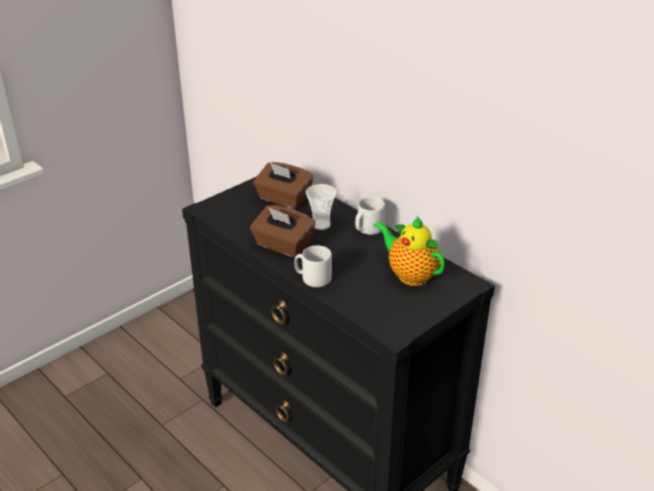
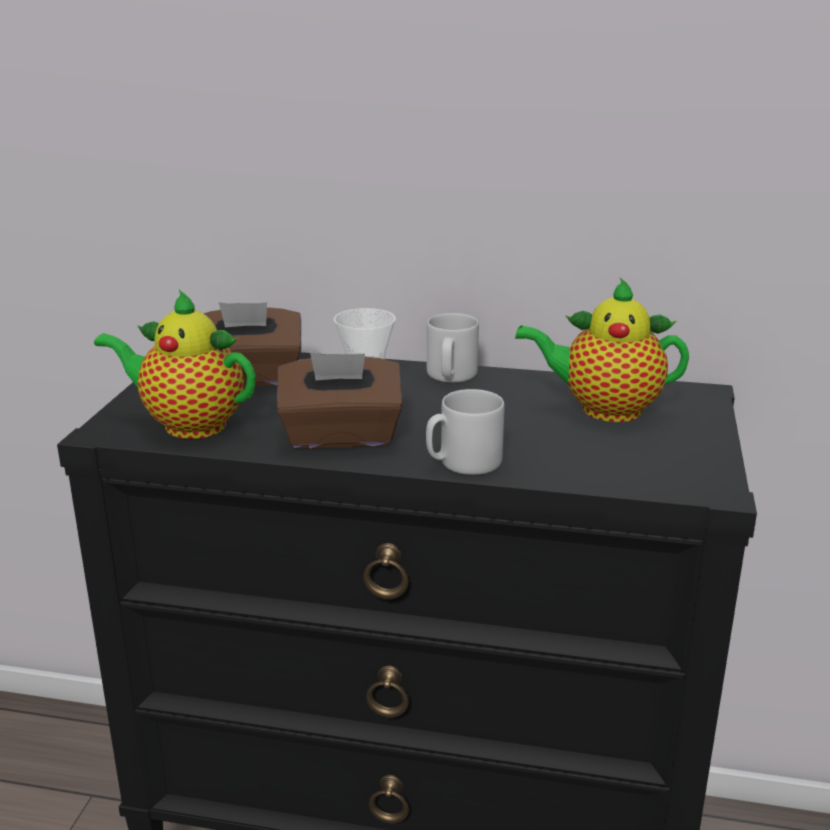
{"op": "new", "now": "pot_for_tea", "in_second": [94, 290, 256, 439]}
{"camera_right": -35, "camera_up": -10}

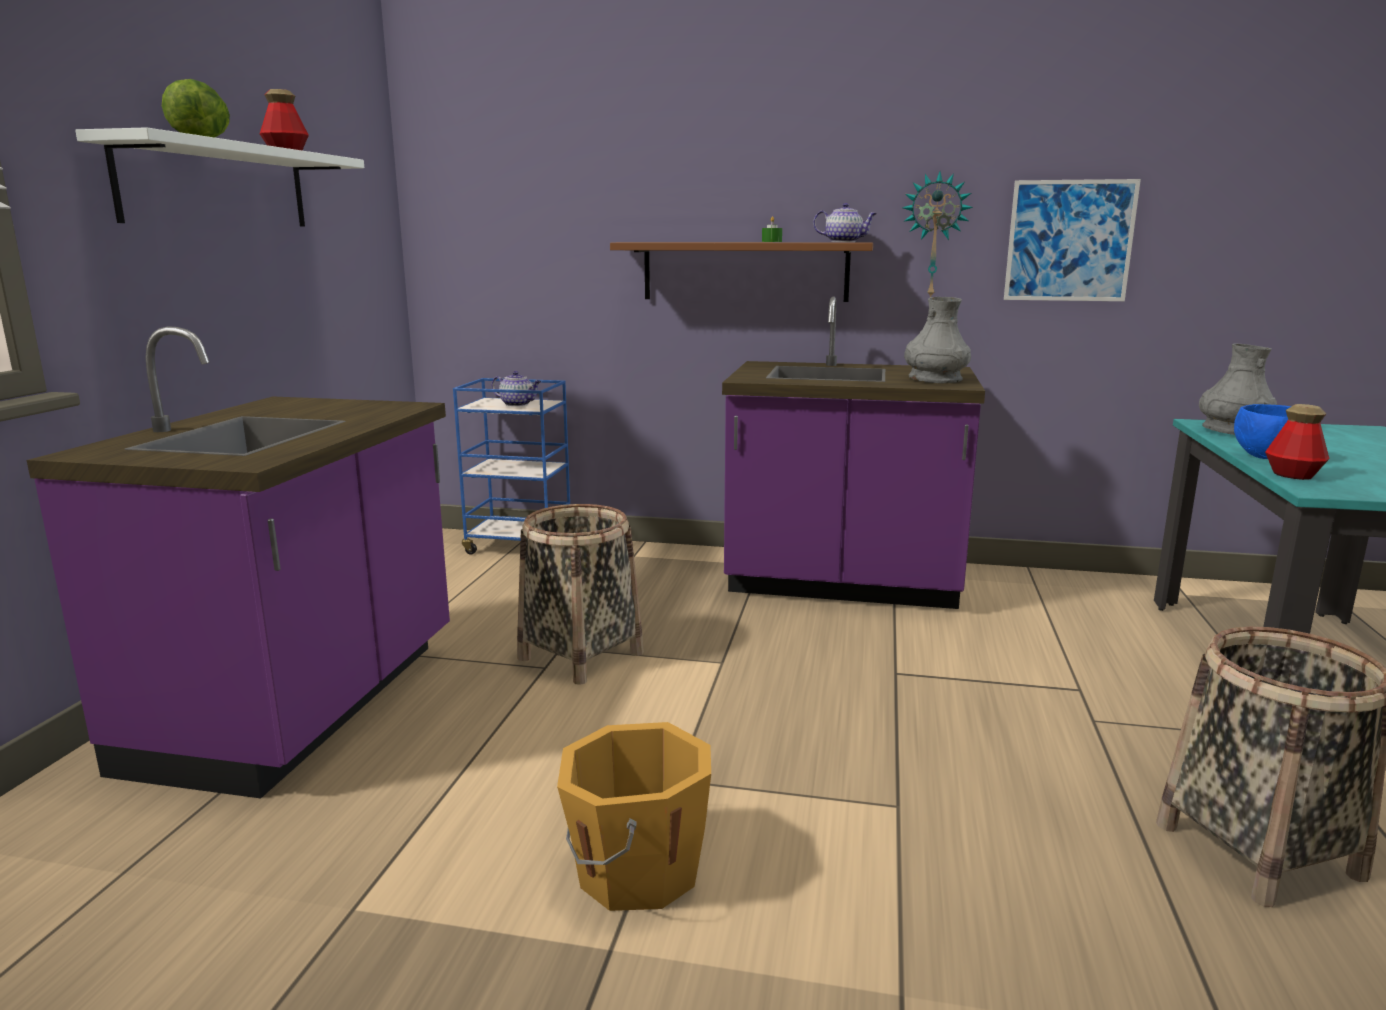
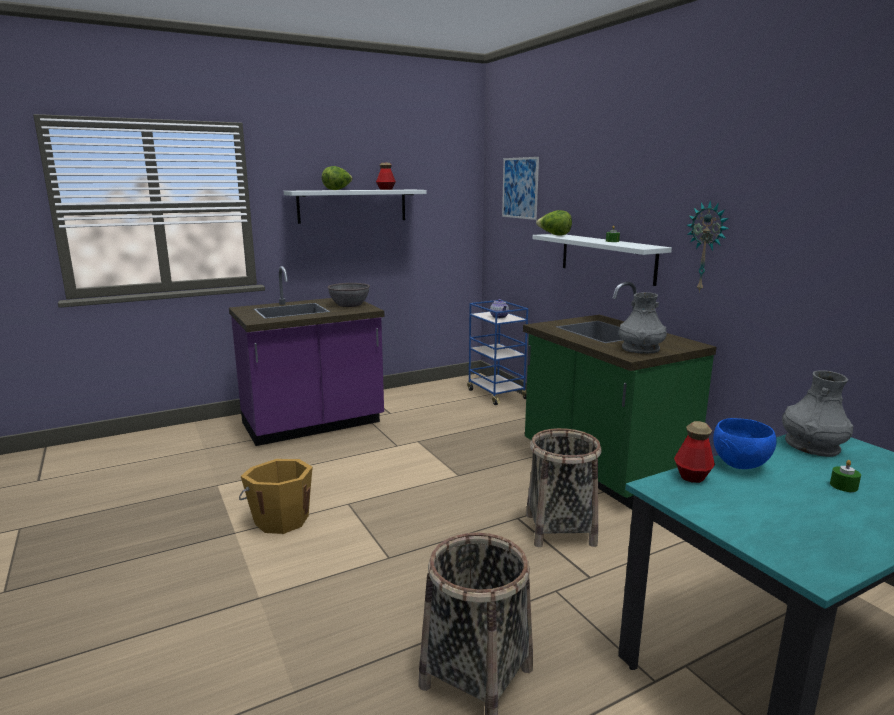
{"op": "gone", "was": "pot_for_tea", "in_first": [813, 203, 877, 242]}
{"op": "new", "now": "grey_serving_bowl", "in_second": [327, 283, 370, 307]}
{"op": "new", "now": "head_of_lettuce", "in_second": [536, 210, 572, 236]}
{"op": "new", "now": "green-coloured_wax_light", "in_second": [830, 460, 861, 492]}
{"op": "shifted", "was": "storage_basket", "in_first": [517, 504, 644, 685], "in_second": [526, 428, 602, 547]}
{"op": "shifted", "was": "picture", "in_first": [1004, 179, 1141, 301], "in_second": [502, 157, 539, 220]}
{"op": "repainted", "was": "brown-coloured_wall_shelf", "now": "white_wall_shelf", "in_first": [610, 242, 873, 302], "in_second": [532, 234, 672, 286]}
{"op": "repainted", "was": "purplish_kitchen_counter", "now": "green-coloured_kitchen_counter", "in_first": [722, 296, 985, 609], "in_second": [523, 282, 716, 509]}
{"camera_right": 50, "camera_up": 0}

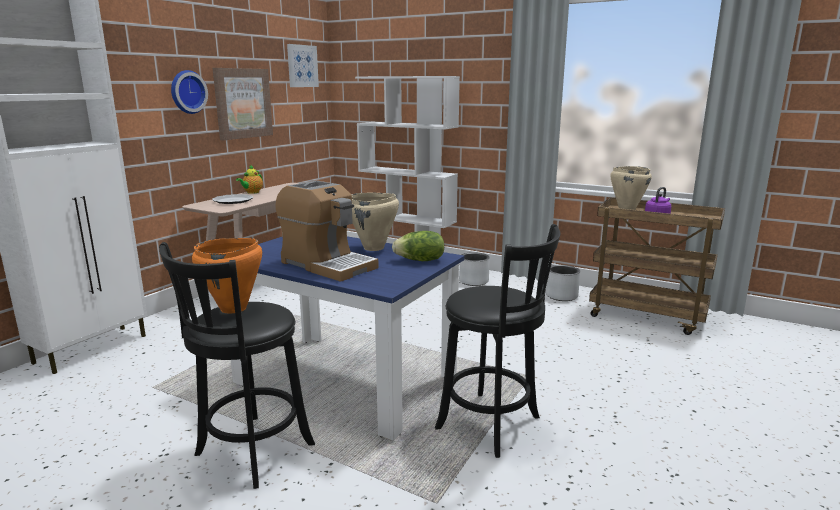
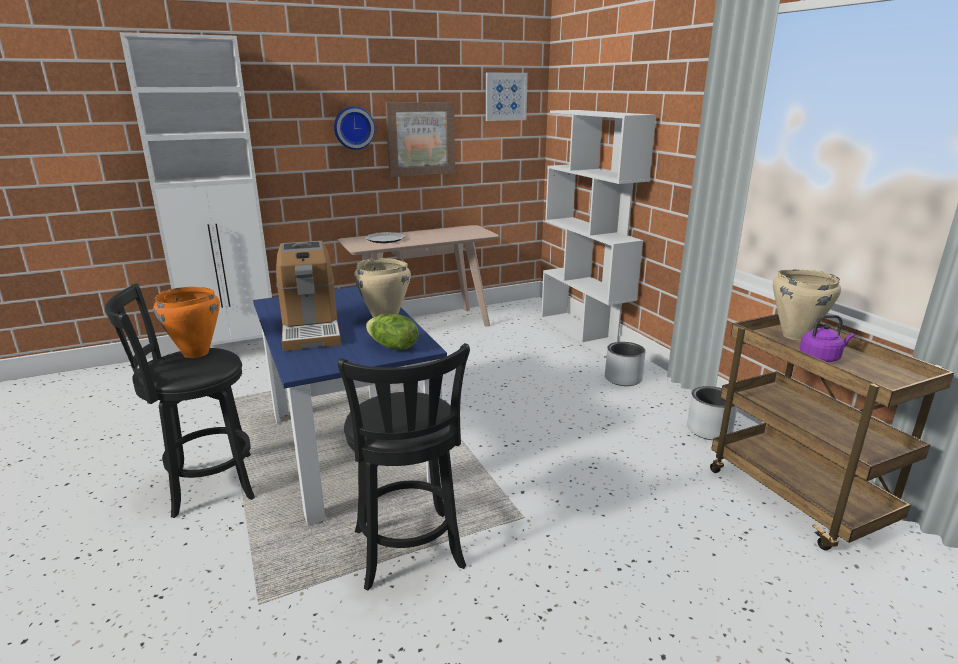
{"op": "gone", "was": "pot_for_tea", "in_first": [236, 165, 263, 194]}
{"camera_right": 35, "camera_up": 5}

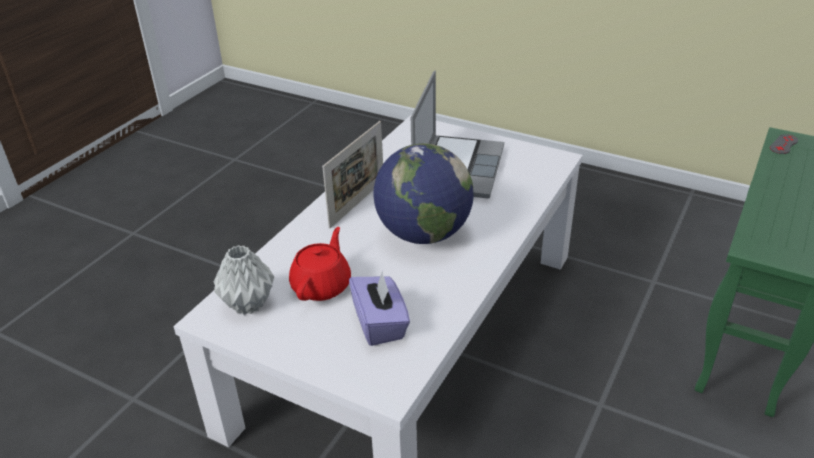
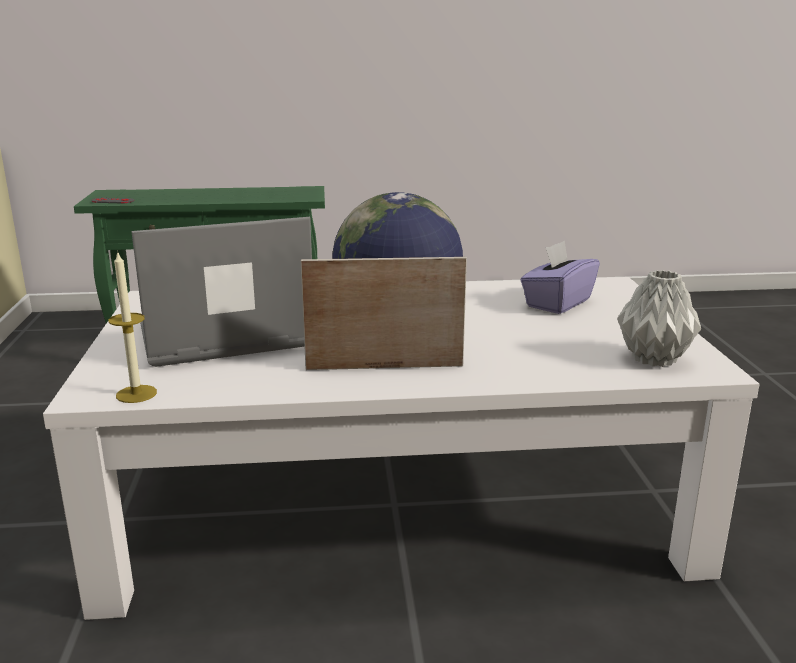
{"op": "gone", "was": "red_pot_for_tea", "in_first": [289, 227, 351, 301]}
{"op": "new", "now": "wax_light", "in_second": [108, 250, 157, 403]}
{"camera_right": -125, "camera_up": -15}

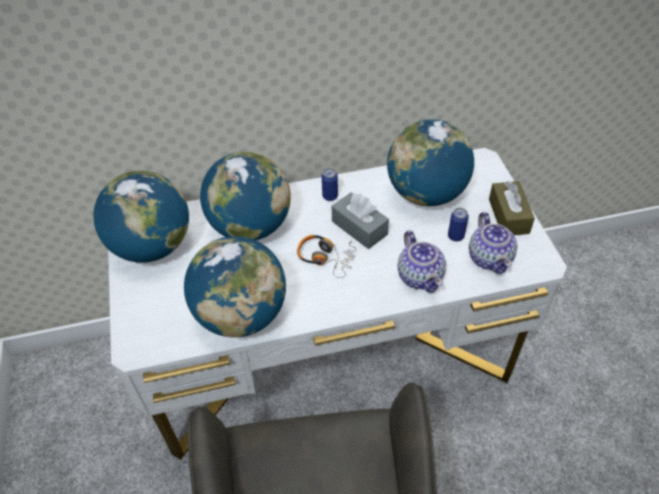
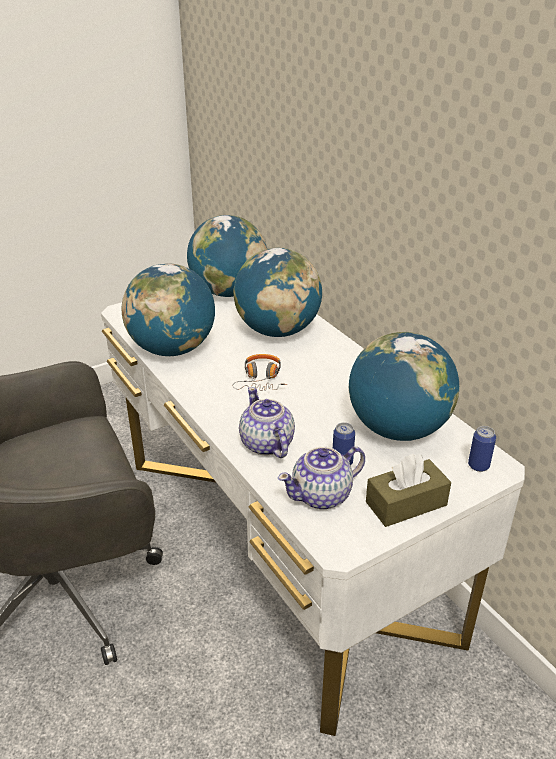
{"op": "gone", "was": "grey_tissue_box", "in_first": [332, 192, 389, 249]}
{"op": "shifted", "was": "can", "in_first": [322, 168, 338, 201], "in_second": [468, 426, 496, 472]}
{"op": "rotated", "was": "pot_for_tea", "in_first": [398, 231, 446, 293], "in_second": [239, 387, 295, 458], "clockwise": 105}
{"camera_right": 70, "camera_up": -15}

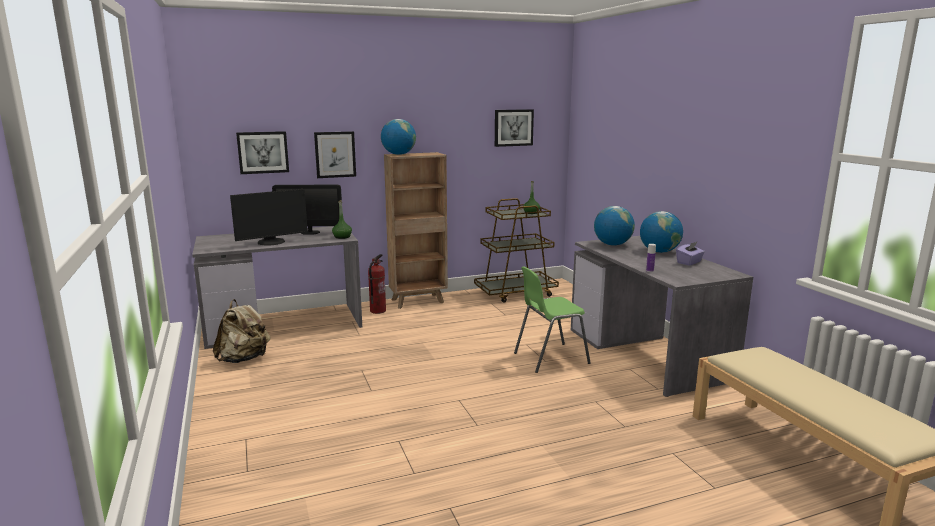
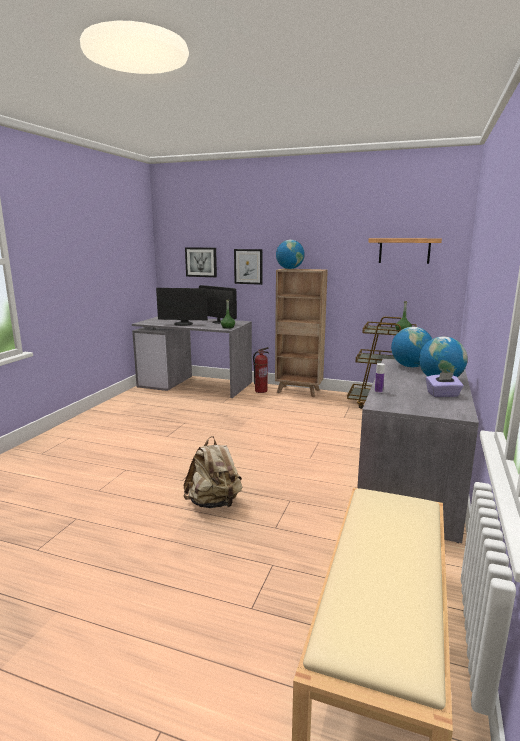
{"op": "gone", "was": "green-coloured_plain_chair", "in_first": [514, 266, 591, 373]}
{"op": "shifted", "was": "beige_knapsack", "in_first": [213, 299, 271, 363], "in_second": [183, 436, 242, 508]}
{"op": "swapped", "was": "picture", "now": "wall_shelf", "in_first": [495, 109, 534, 147], "in_second": [368, 238, 442, 264]}
{"camera_right": 40, "camera_up": 0}

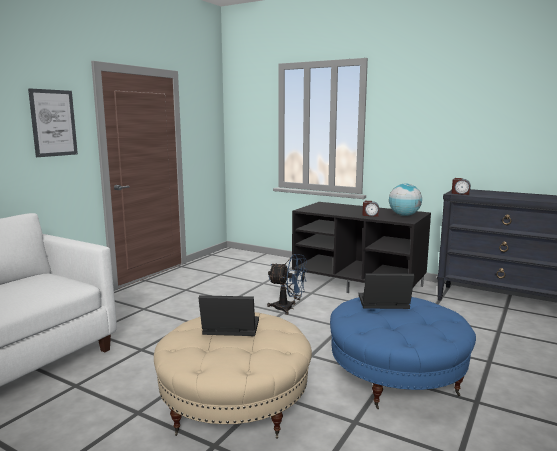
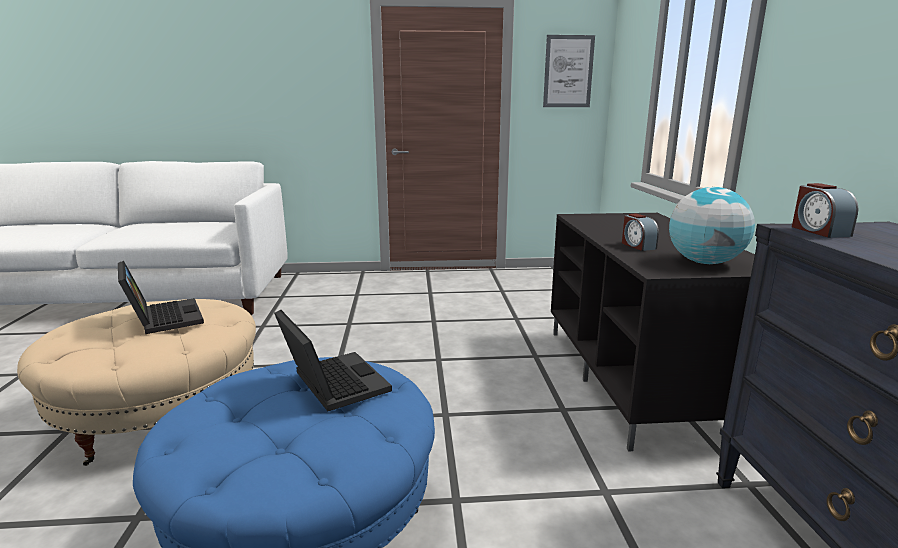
{"op": "gone", "was": "bluish_fan", "in_first": [267, 254, 307, 315]}
{"op": "shifted", "was": "picture", "in_first": [28, 88, 78, 157], "in_second": [543, 35, 595, 107]}
{"camera_right": 55, "camera_up": 5}

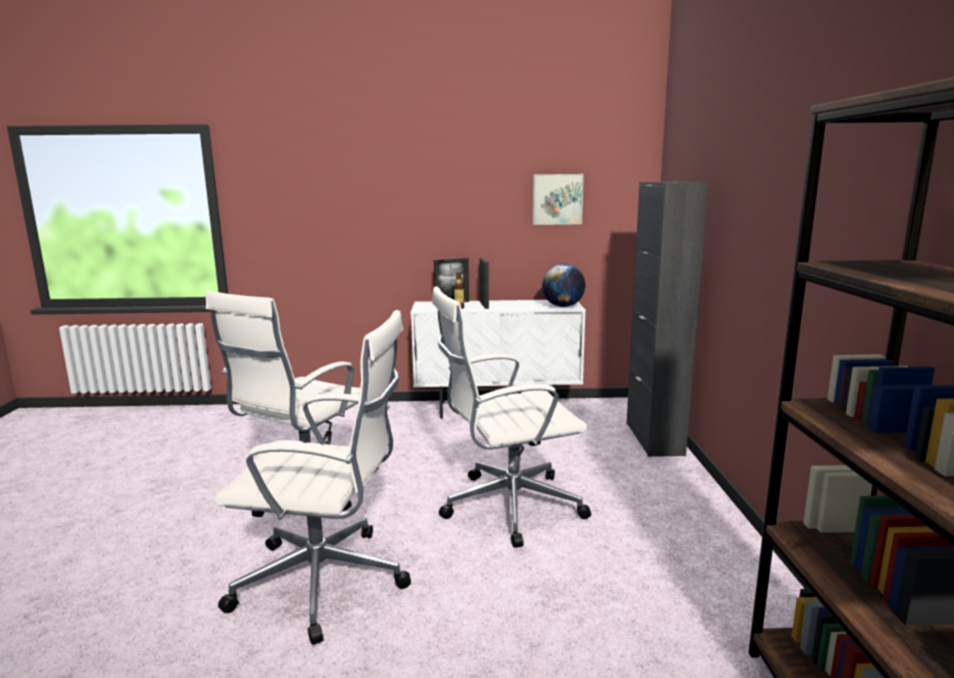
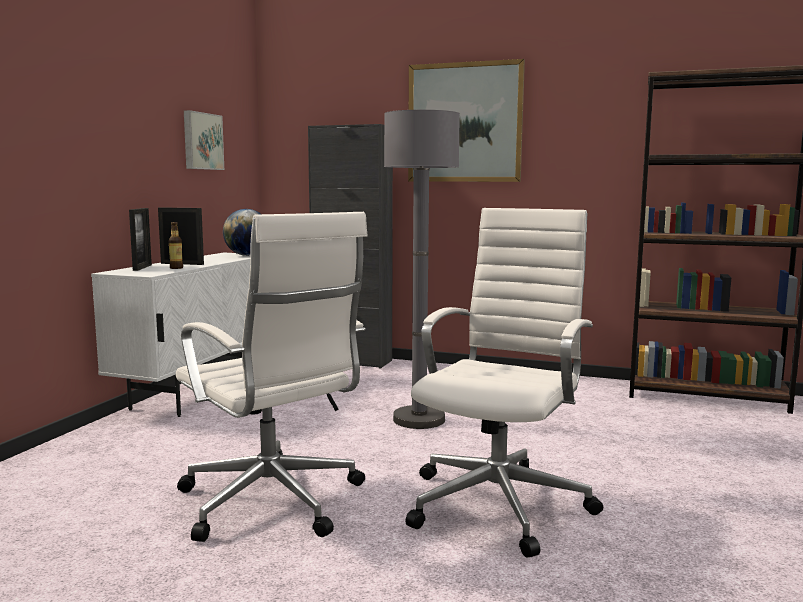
{"op": "new", "now": "picture", "in_second": [408, 59, 525, 182]}
{"op": "swapped", "was": "white_office_chair", "now": "grey_standard_lamp", "in_first": [432, 286, 591, 548], "in_second": [384, 110, 460, 429]}
{"camera_right": -70, "camera_up": -5}

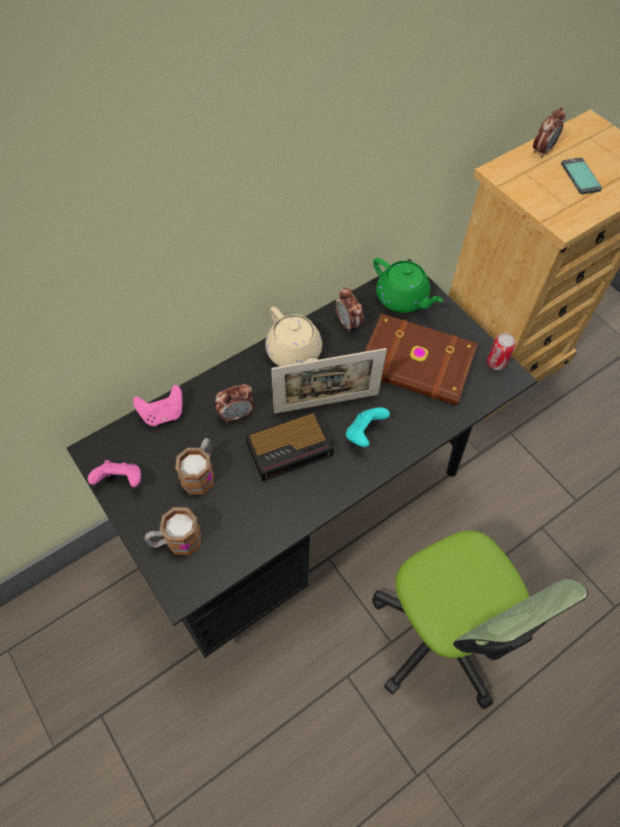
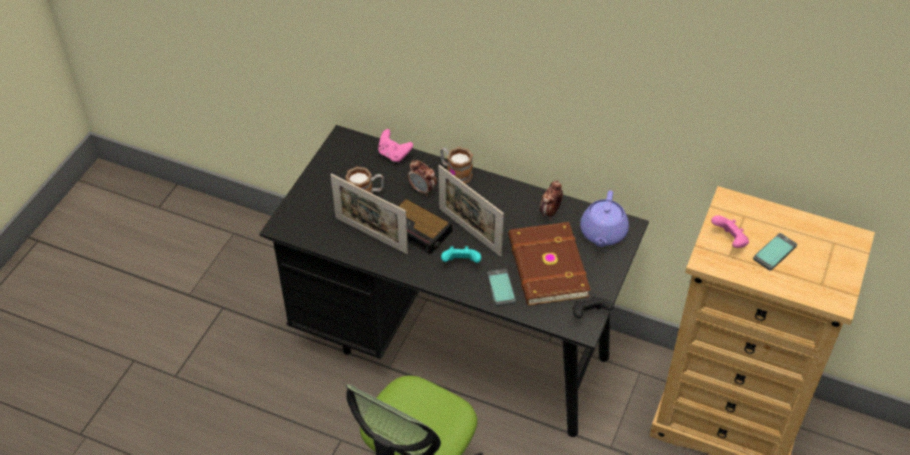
{"op": "gone", "was": "beige_pot_for_tea", "in_first": [265, 307, 322, 366]}
{"op": "gone", "was": "alarm_clock", "in_first": [533, 107, 566, 158]}
{"op": "new", "now": "picture_frame", "in_second": [330, 174, 408, 254]}
{"op": "new", "now": "phone", "in_second": [487, 269, 516, 306]}
{"op": "shifted", "was": "pink_joypad", "in_first": [88, 460, 141, 487], "in_second": [711, 215, 749, 248]}
{"op": "shifted", "was": "coffee_mug", "in_first": [145, 507, 202, 555], "in_second": [440, 147, 473, 184]}
{"op": "swapped", "was": "can", "now": "black-coloured_joypad", "in_first": [487, 333, 515, 370], "in_second": [572, 296, 614, 319]}
{"op": "repainted", "was": "green-coloured_pot_for_tea", "now": "purplish_pot_for_tea", "in_first": [373, 258, 443, 313], "in_second": [580, 190, 629, 247]}
{"camera_right": 60, "camera_up": -10}

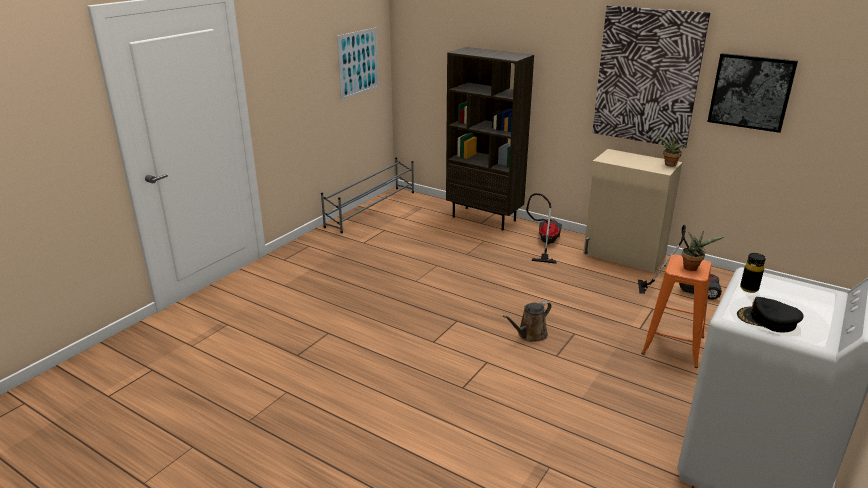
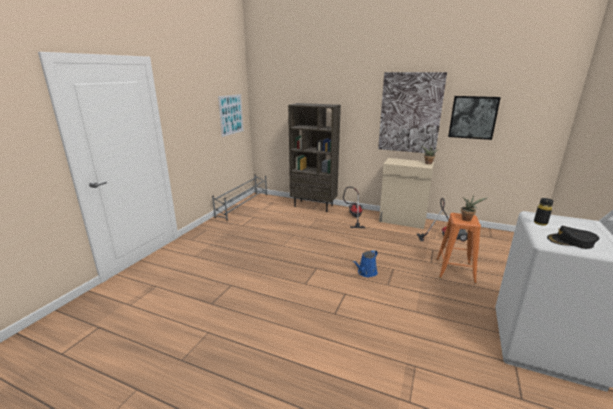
{"op": "repainted", "was": "brown-coloured_sprinkling_can", "now": "bluish_sprinkling_can", "in_first": [503, 301, 551, 342], "in_second": [352, 250, 378, 277]}
{"camera_right": -10, "camera_up": -5}

